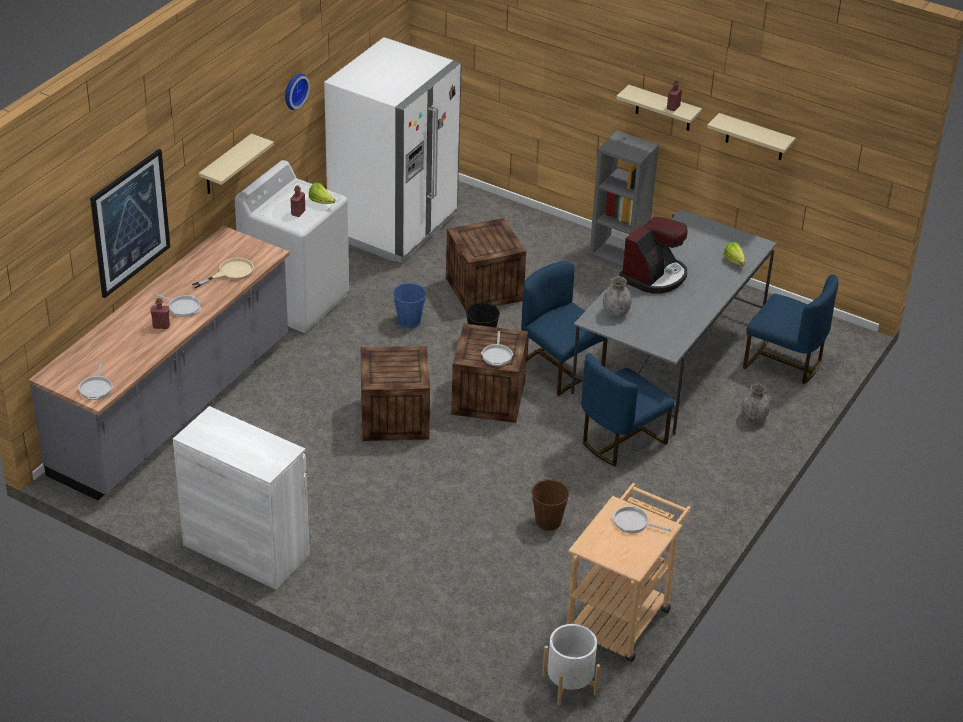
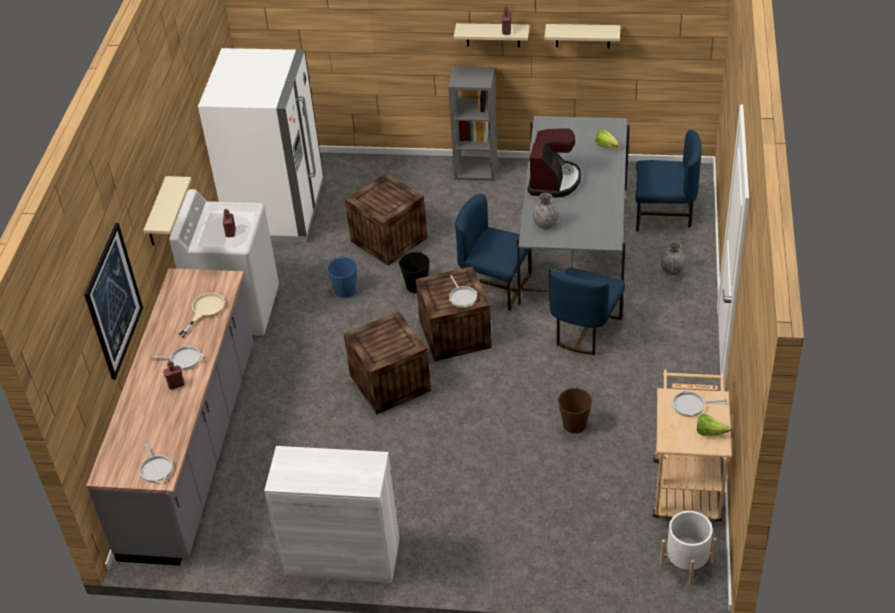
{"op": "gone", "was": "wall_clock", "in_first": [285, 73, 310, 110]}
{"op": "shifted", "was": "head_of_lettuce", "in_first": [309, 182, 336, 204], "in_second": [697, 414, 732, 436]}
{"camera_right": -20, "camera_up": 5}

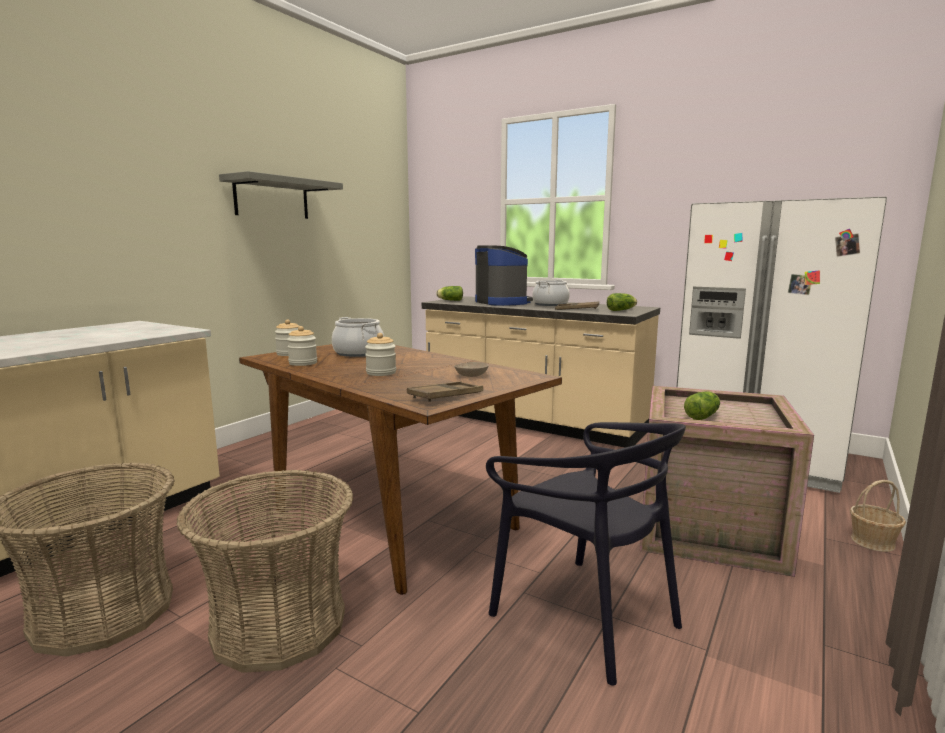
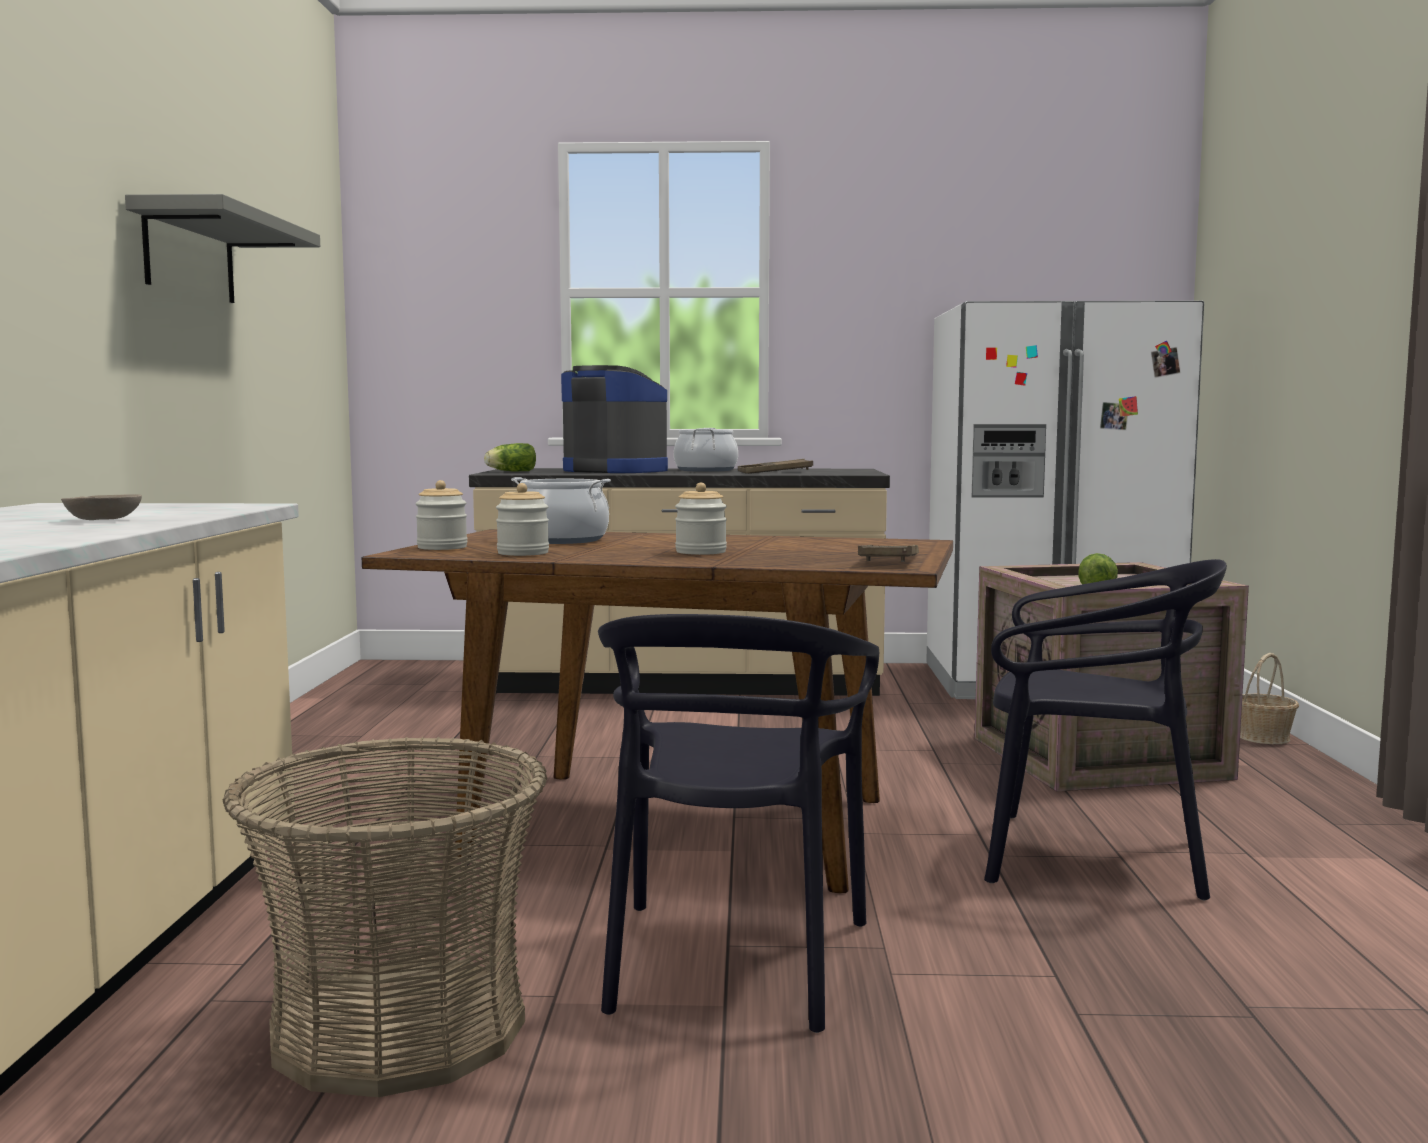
{"op": "gone", "was": "head_of_lettuce", "in_first": [607, 293, 637, 311]}
{"op": "shifted", "was": "beige_serving_bowl", "in_first": [454, 362, 489, 377], "in_second": [61, 494, 142, 520]}
{"op": "swapped", "was": "storage_basket", "now": "black-coloured_plain_chair", "in_first": [176, 469, 353, 673], "in_second": [598, 614, 879, 1033]}
{"camera_right": -30, "camera_up": -5}

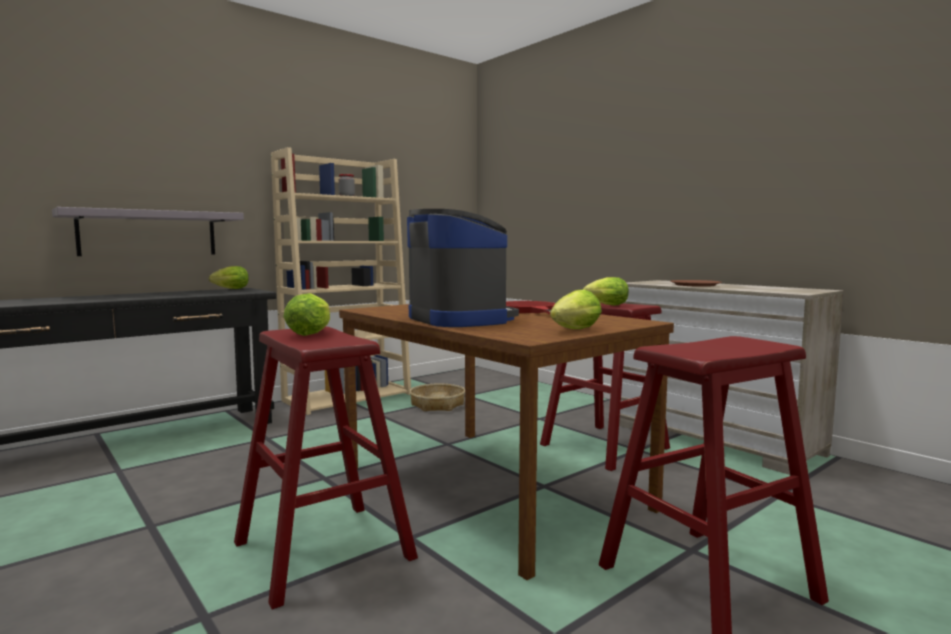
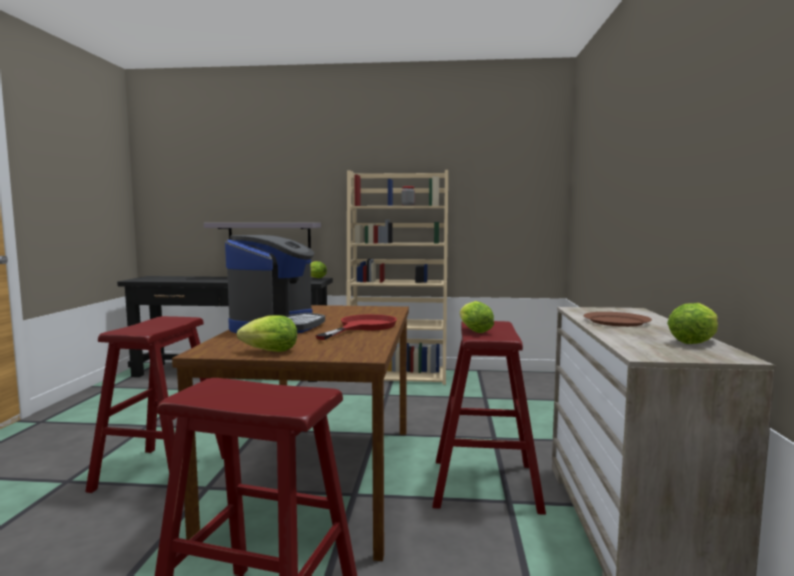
{"op": "gone", "was": "storage_basket", "in_first": [410, 383, 465, 411]}
{"op": "shifted", "was": "head_of_lettuce", "in_first": [283, 293, 330, 336], "in_second": [667, 303, 718, 344]}
{"camera_right": 45, "camera_up": 0}

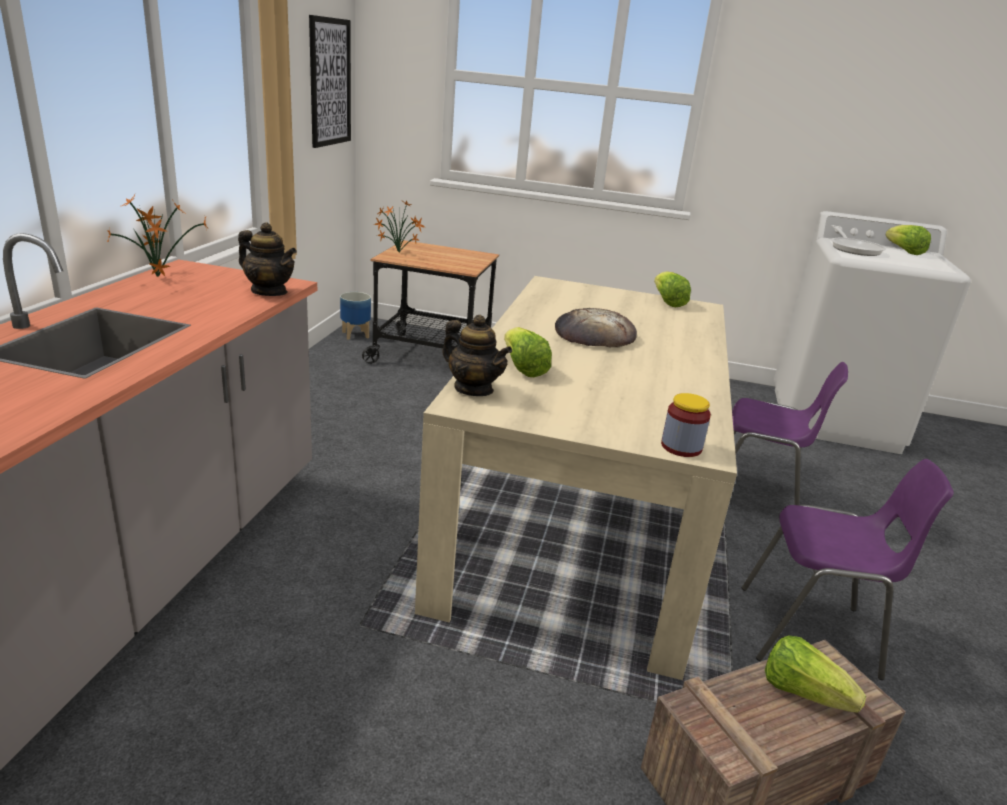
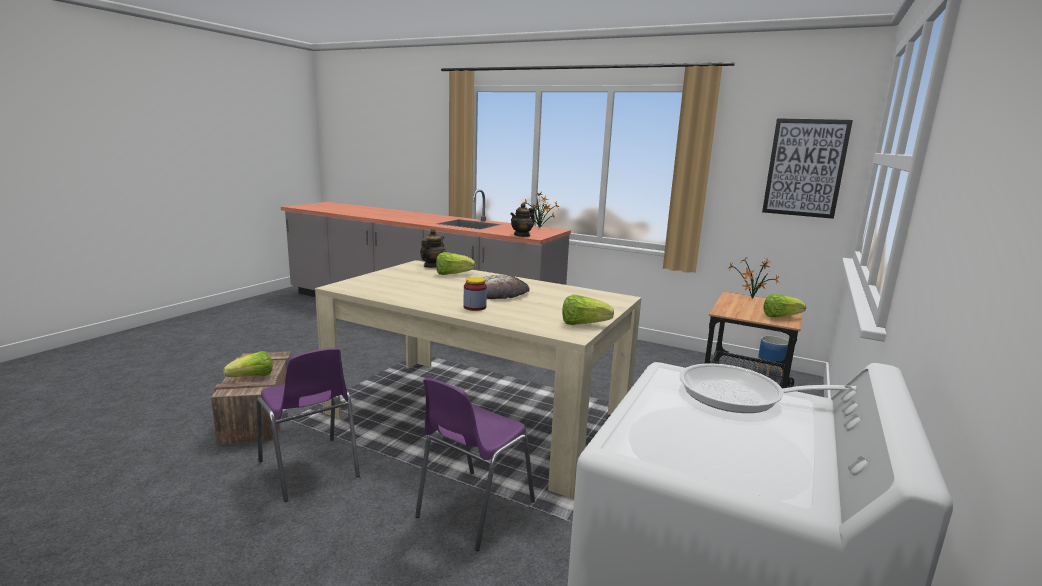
{"op": "shifted", "was": "preserve_jar", "in_first": [661, 393, 711, 457], "in_second": [464, 277, 487, 311]}
{"op": "shifted", "was": "head_of_lettuce", "in_first": [885, 225, 931, 255], "in_second": [763, 294, 806, 318]}
{"op": "rotated", "was": "pot_for_tea", "in_first": [442, 315, 512, 396], "in_second": [420, 229, 446, 268], "clockwise": 150}
{"op": "rotated", "was": "purplish_plain_chair", "in_first": [742, 459, 954, 680], "in_second": [256, 348, 360, 502], "clockwise": -60}
{"camera_right": 105, "camera_up": -10}

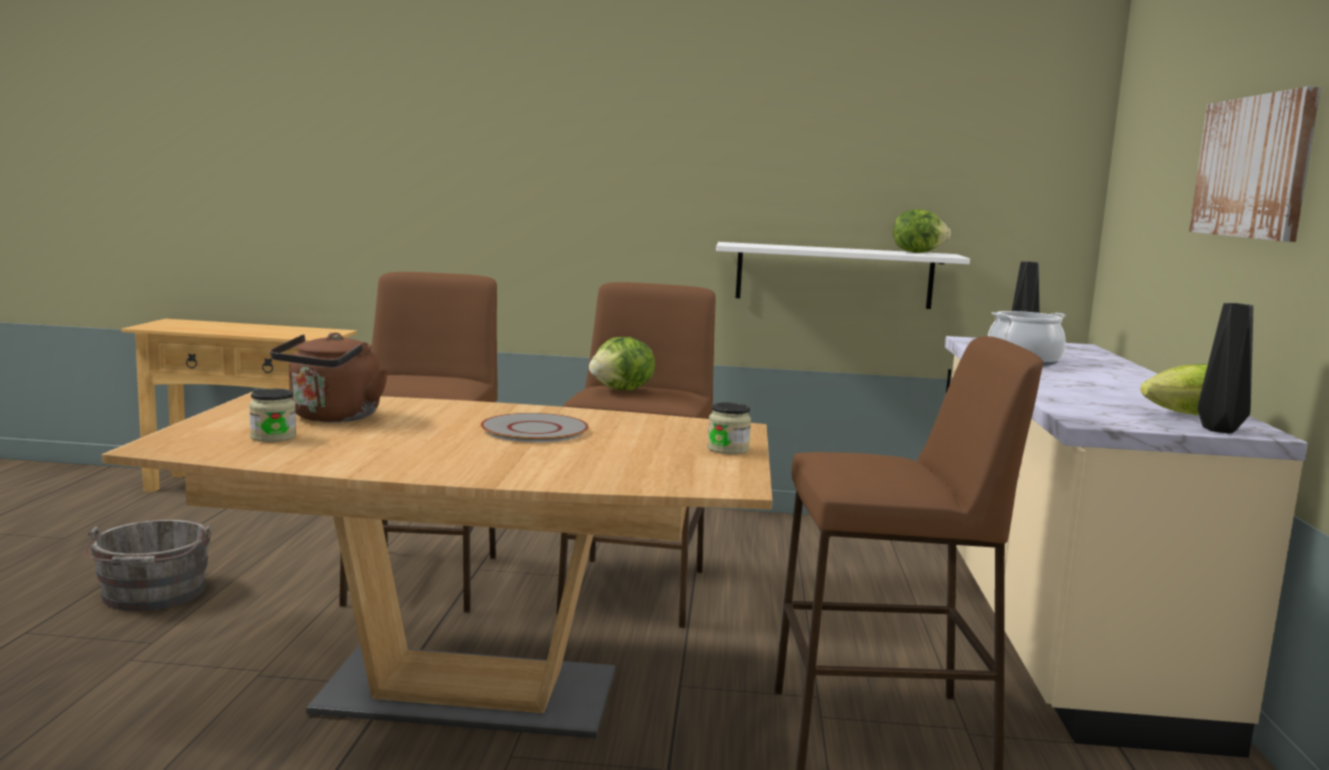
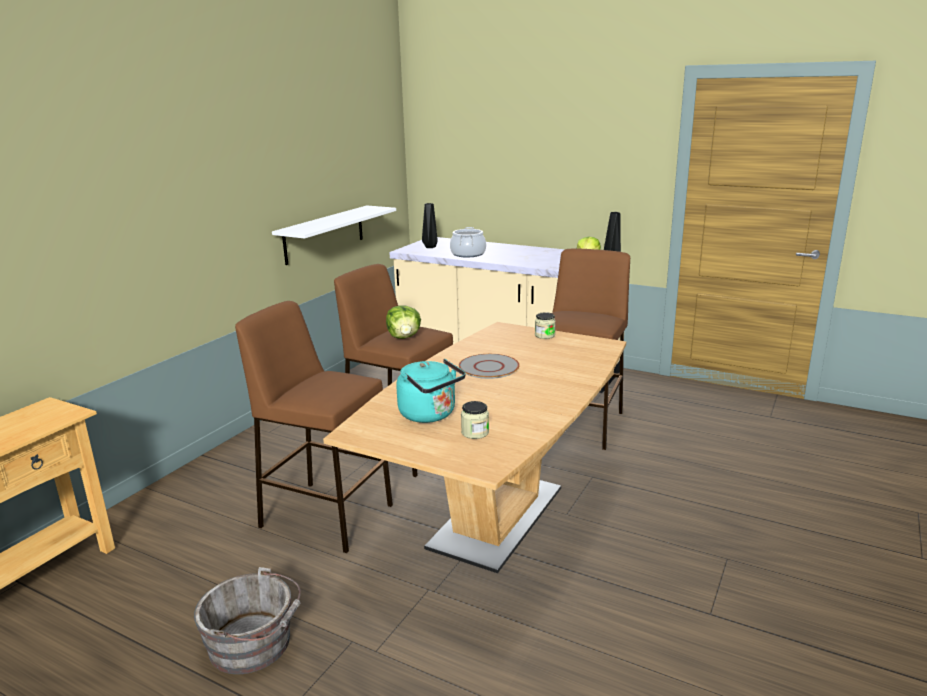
{"op": "gone", "was": "head_of_lettuce", "in_first": [893, 209, 951, 253]}
{"op": "gone", "was": "picture", "in_first": [1189, 86, 1321, 242]}
{"op": "repainted", "was": "brown-coloured_water_kettle", "now": "blue-green_water_kettle", "in_first": [270, 333, 388, 422], "in_second": [396, 359, 466, 423]}
{"camera_right": -65, "camera_up": 10}

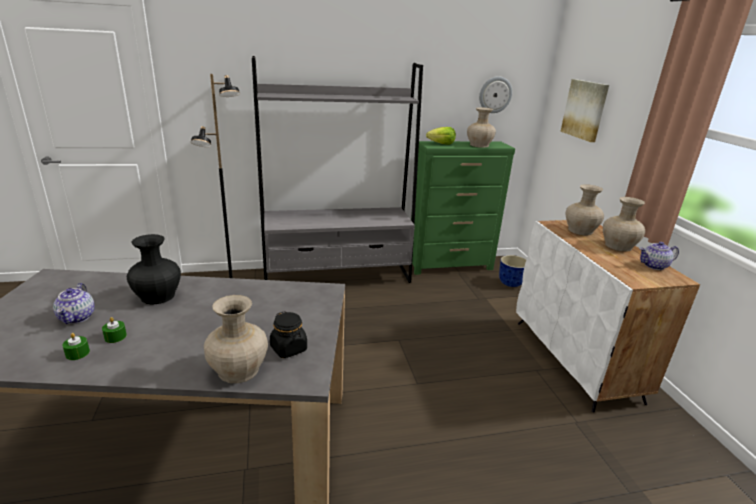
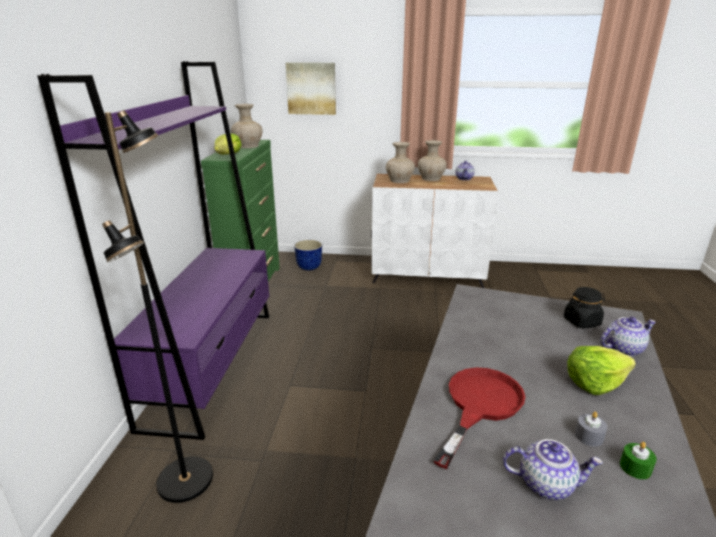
{"op": "gone", "was": "wall_clock", "in_first": [479, 76, 512, 113]}
{"op": "new", "now": "head_of_lettuce", "in_second": [567, 346, 636, 395]}
{"op": "swapped", "was": "black-coloured_decorative_vase", "now": "red_pan", "in_first": [127, 234, 181, 305], "in_second": [434, 367, 525, 469]}
{"op": "swapped", "was": "beige_decorative_vase", "now": "pot_for_tea", "in_first": [204, 295, 268, 383], "in_second": [600, 317, 656, 356]}
{"op": "repainted", "was": "green-coloured_wax_light", "now": "grey_wax_light", "in_first": [102, 317, 127, 343], "in_second": [575, 412, 607, 447]}
{"op": "repainted", "was": "grey_shelving_unit", "now": "purplish_shelving_unit", "in_first": [252, 56, 423, 283], "in_second": [37, 61, 269, 440]}
{"camera_right": -70, "camera_up": 0}

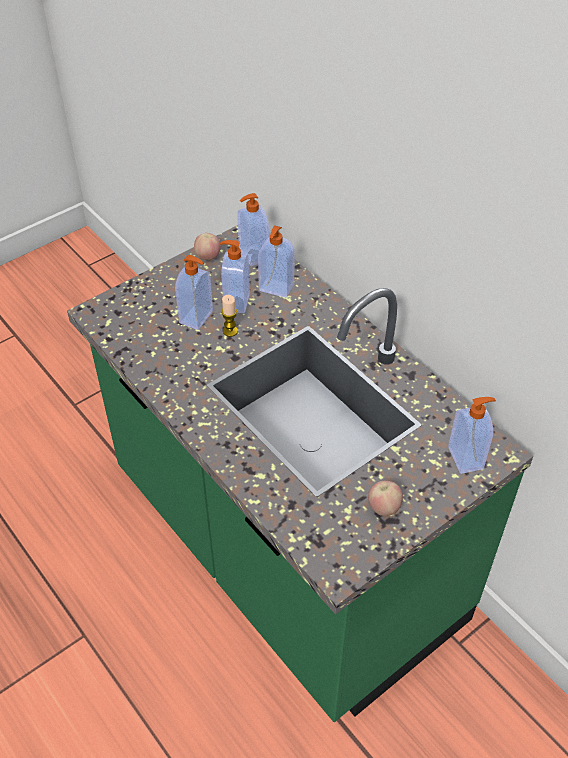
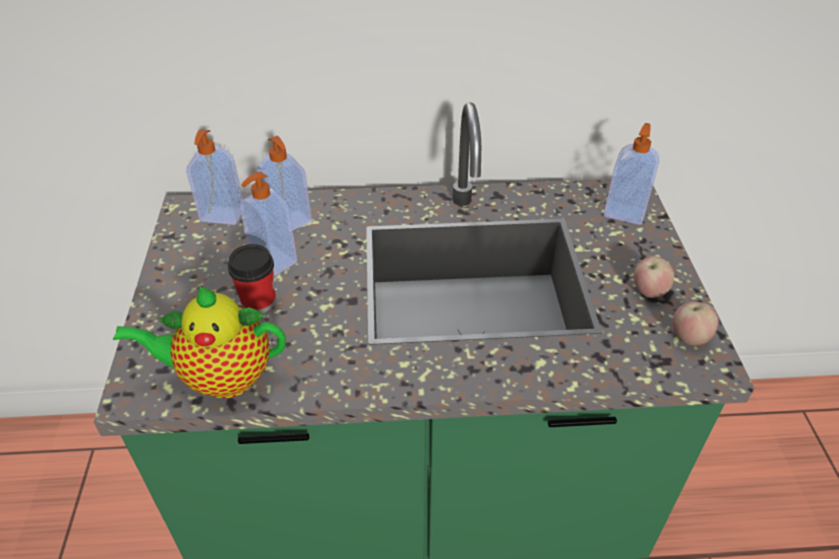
{"op": "gone", "was": "wax_light", "in_first": [221, 295, 238, 337]}
{"op": "new", "now": "pot_for_tea", "in_second": [113, 286, 286, 399]}
{"op": "shifted", "was": "whole_apple", "in_first": [194, 233, 220, 260], "in_second": [673, 302, 718, 345]}
{"op": "swapped", "was": "liquid_soap_bottle", "now": "small_cup", "in_first": [175, 255, 213, 330], "in_second": [228, 244, 276, 313]}
{"camera_right": -55, "camera_up": -5}

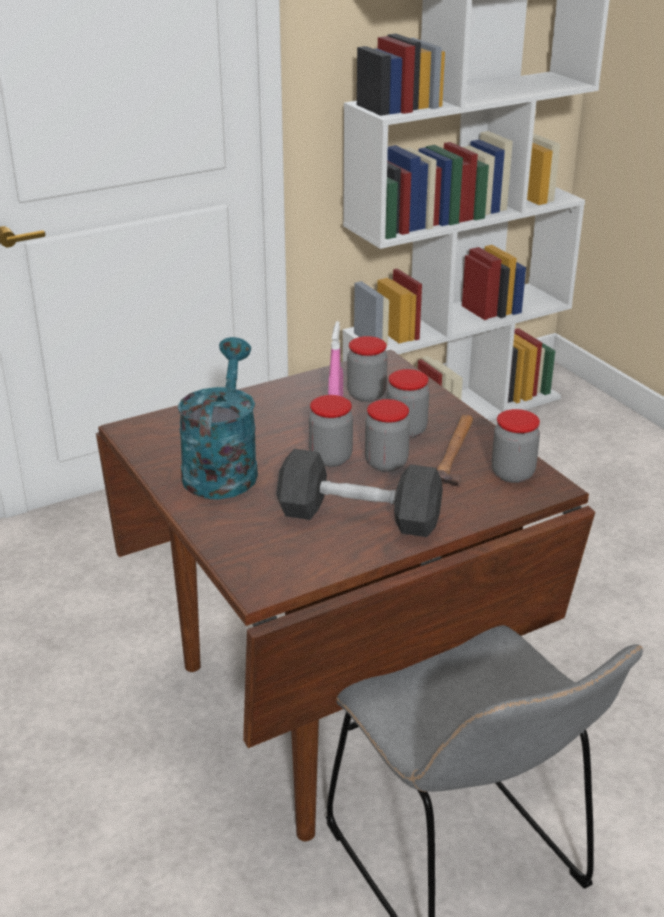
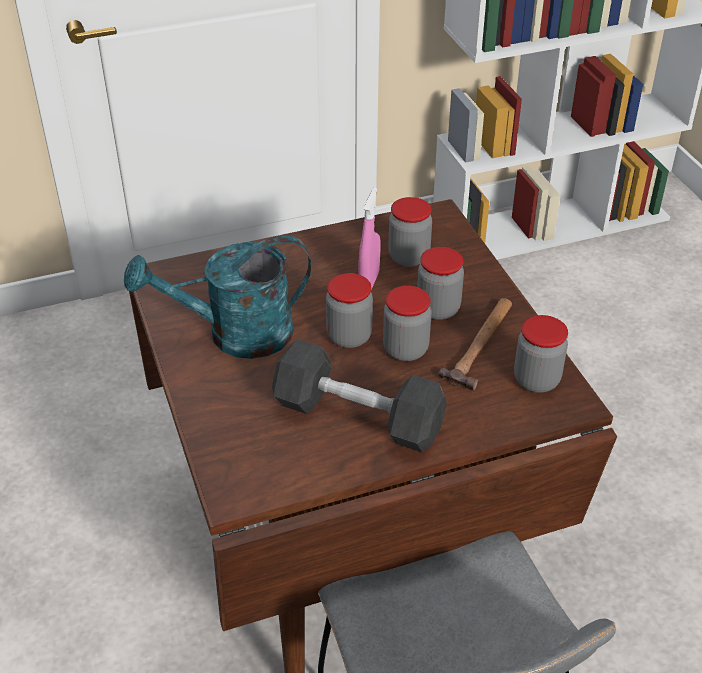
{"op": "rotated", "was": "blue-green_sprinkling_can", "in_first": [178, 337, 258, 499], "in_second": [124, 236, 311, 359], "clockwise": -120}
{"camera_right": 10, "camera_up": 10}

